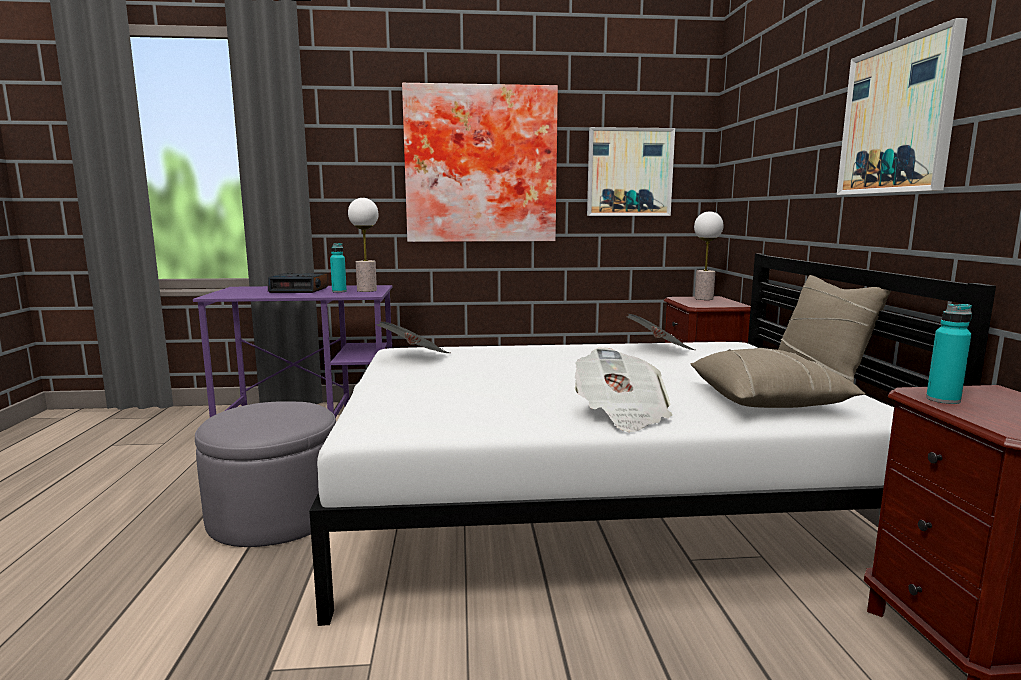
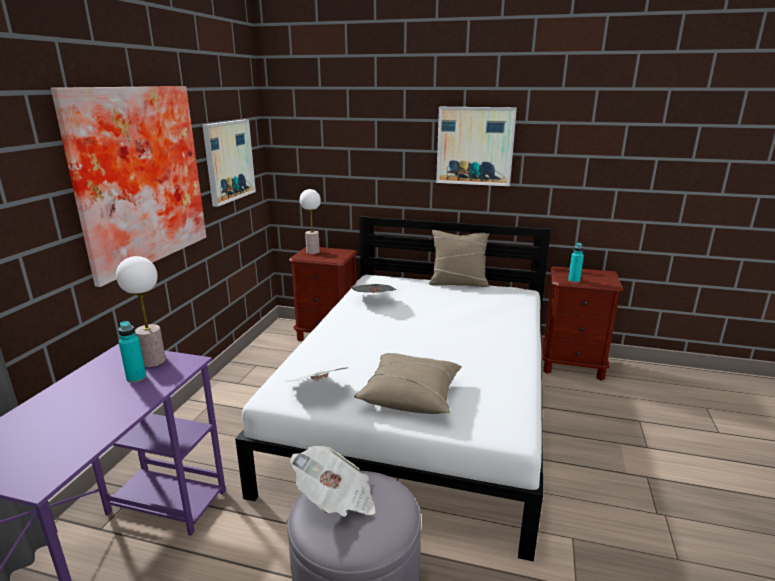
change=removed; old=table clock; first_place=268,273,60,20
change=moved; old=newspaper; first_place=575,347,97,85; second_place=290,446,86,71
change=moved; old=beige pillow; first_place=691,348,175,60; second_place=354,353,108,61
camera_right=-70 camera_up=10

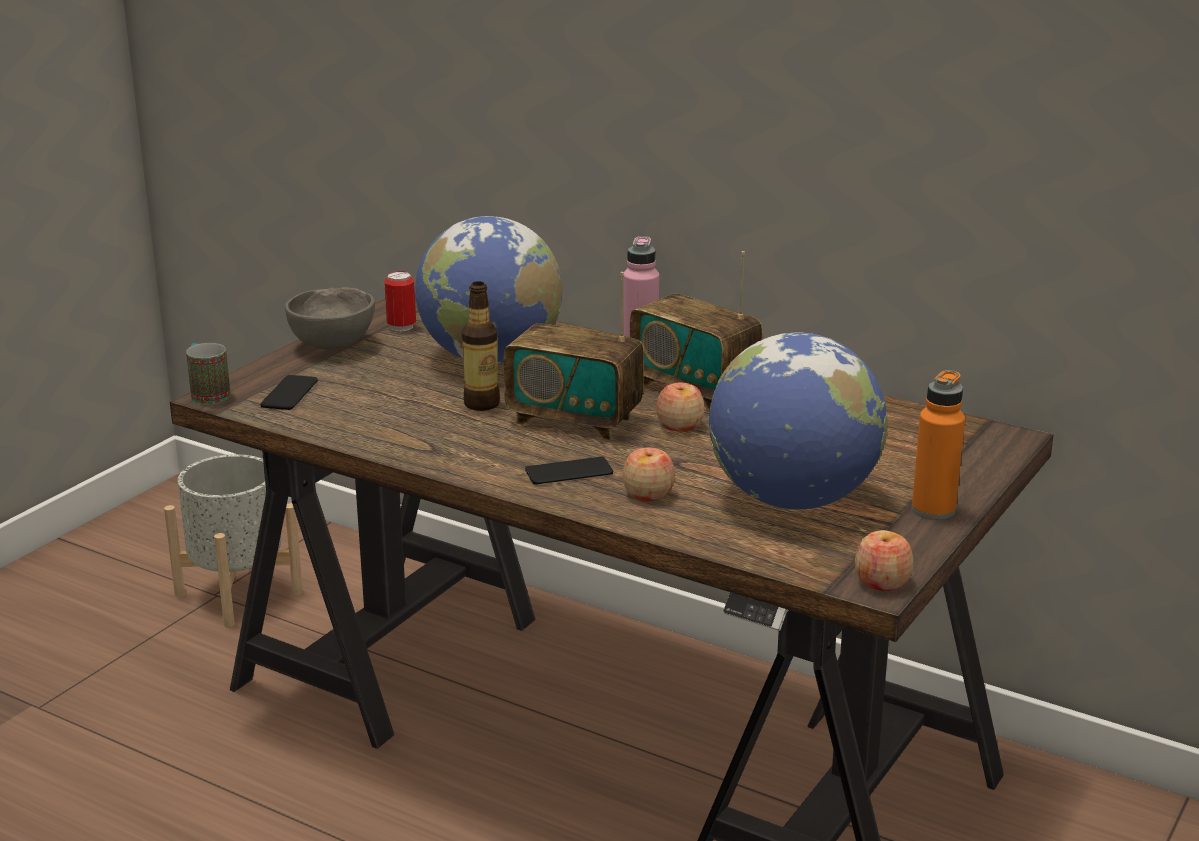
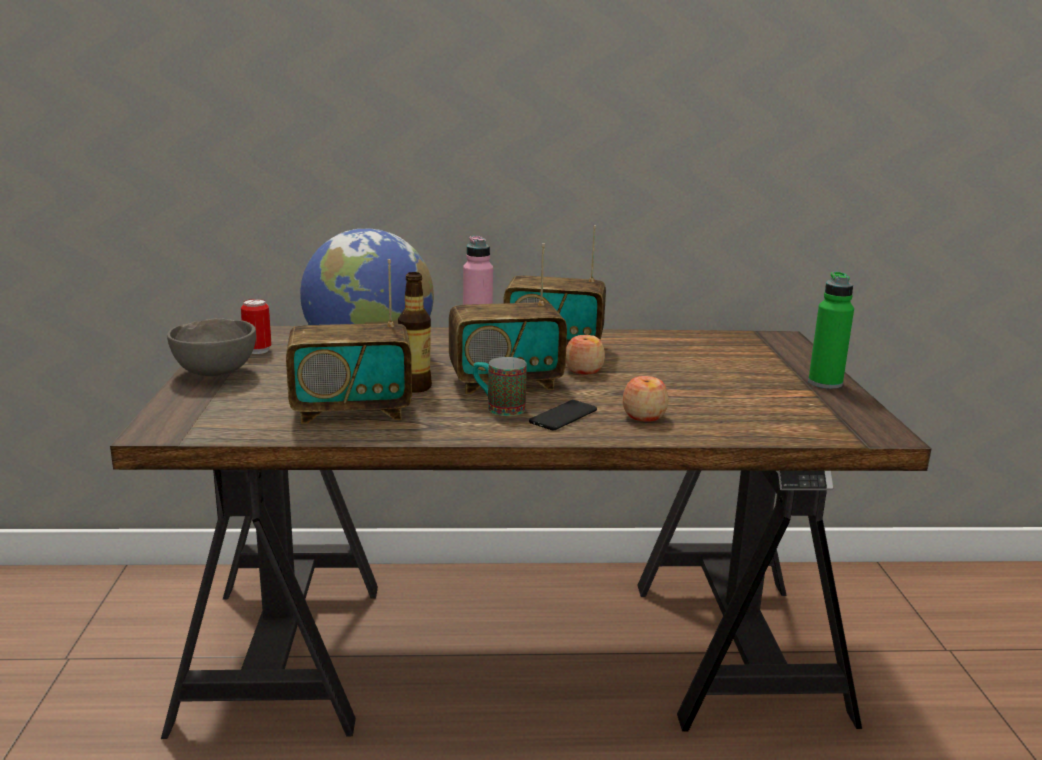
change=removed; old=world globe; first_place=709,332,179,177
change=moved; old=coffee mug; first_place=186,343,45,61; second_place=473,357,54,59
change=recoloured; old=orangey beverage bottle; new=green beverage bottle; first_place=912,370,53,150; second_place=808,271,46,118
change=removed; old=handset; first_place=260,375,58,35
change=removed; old=gray flower pot; first_place=164,454,139,174
change=removed; old=whole apple; first_place=855,530,58,61
change=added; new=radio receiver; second_place=286,259,126,165
camera_right=-35 camera_up=-5

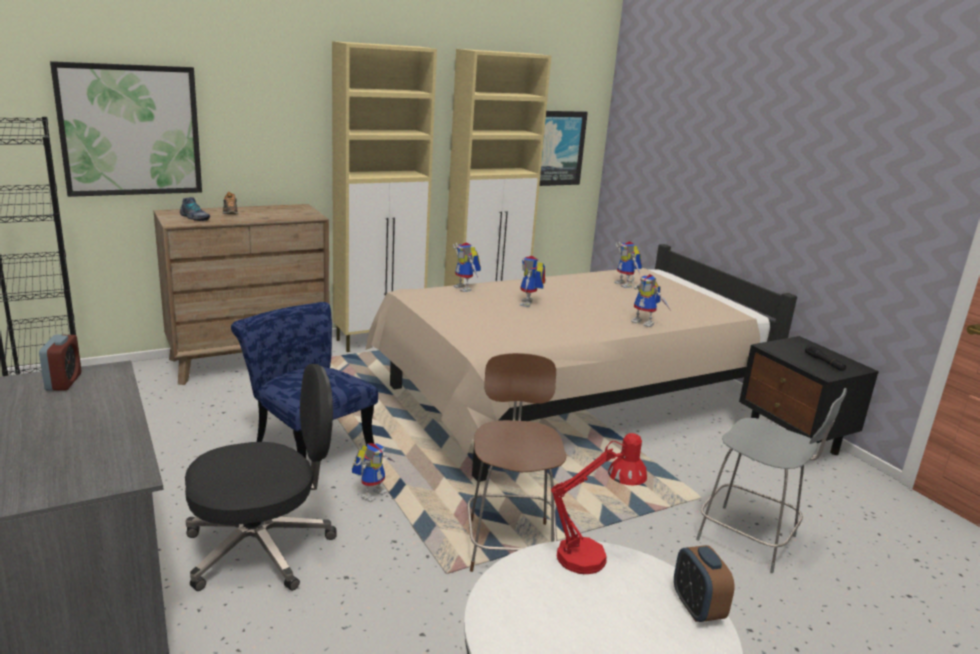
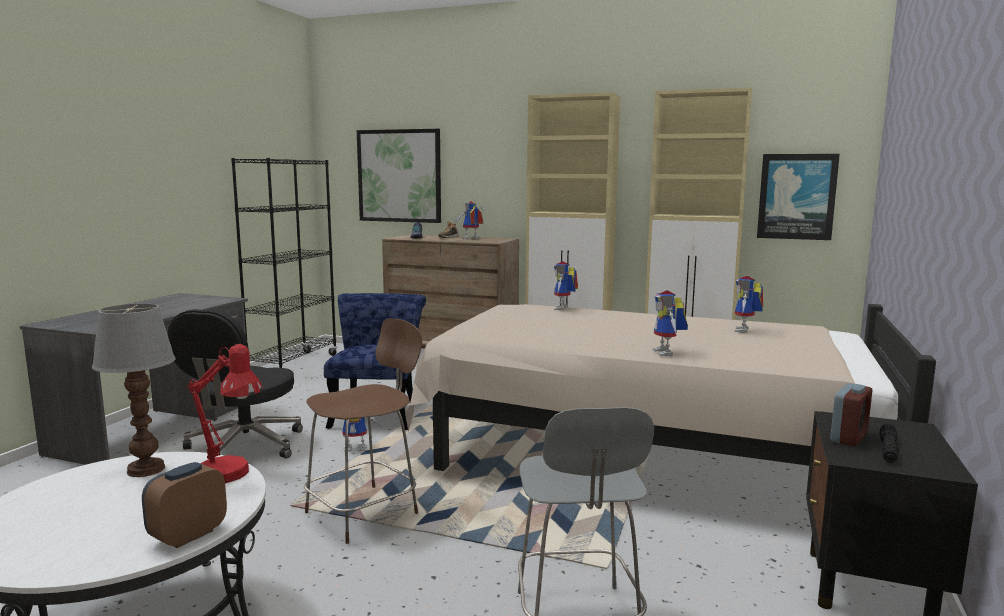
change=moved; old=robot figure; first_place=520,256,25,51; second_place=454,201,32,38
change=moved; old=table clock; first_place=39,335,43,56; second_place=830,383,42,64
change=turned; old=black office chair; first_place=185,364,152,227; second_place=168,309,135,150; degrees=75
change=added; new=tabletop lamp; second_place=92,304,84,173
camera_right=50 camera_up=-10

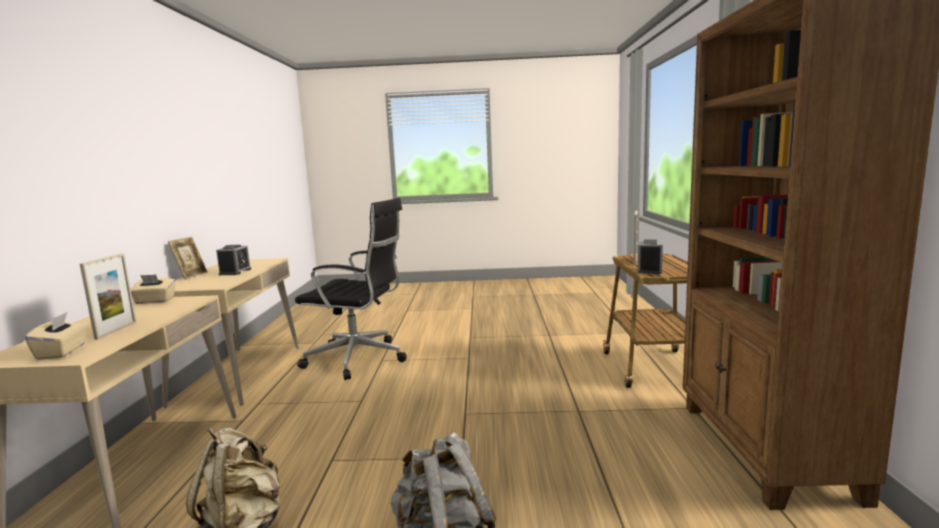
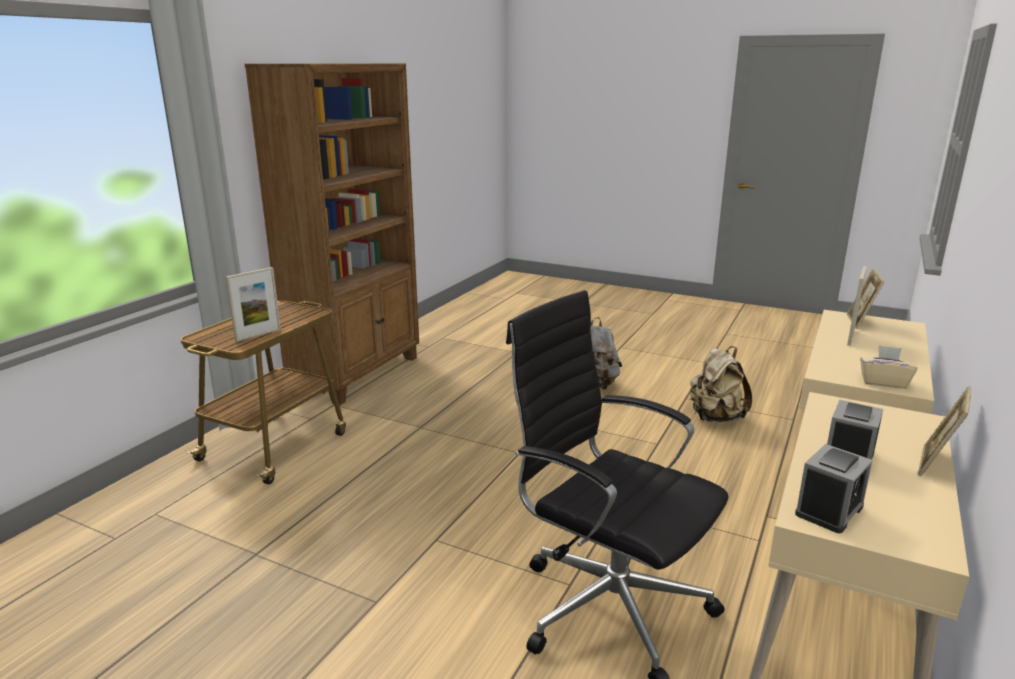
change=moved; old=table clock; first_place=638,240,25,34; second_place=795,444,78,89
change=replaced; old=beige box of tissues; new=standing frame; first_place=25,312,63,48; second_place=847,269,38,60
camera_right=-155 camera_up=10

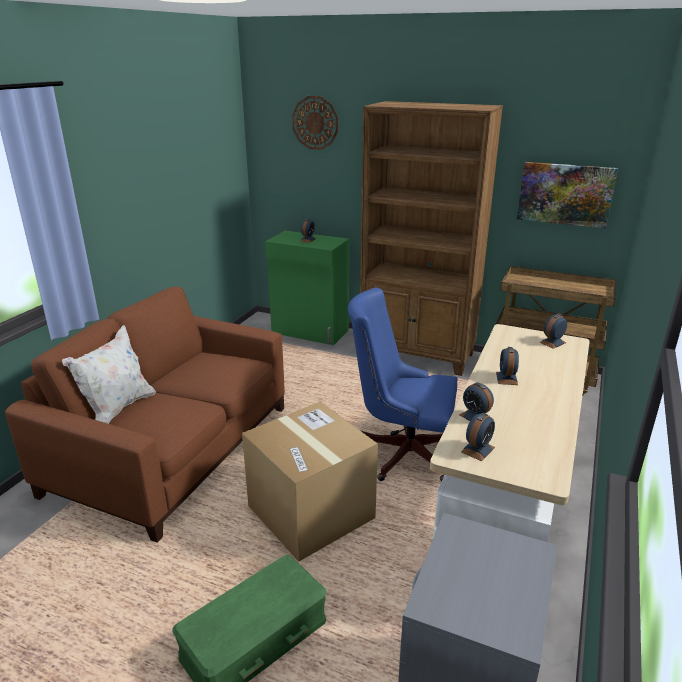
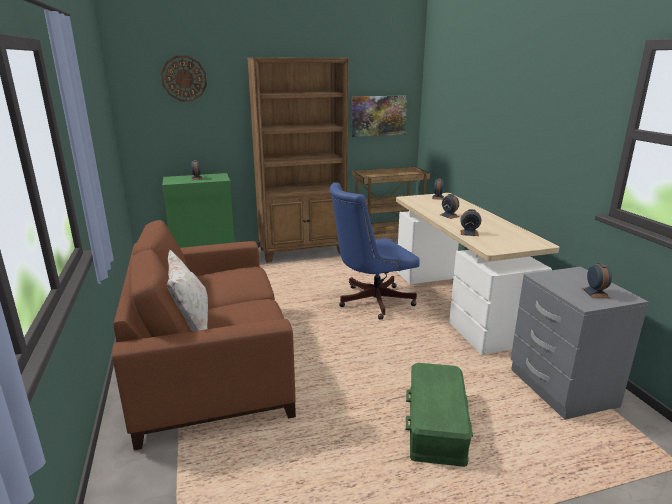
change=removed; old=cardboard box; first_place=242,402,136,159
change=moved; old=table clock; first_place=461,413,34,48; second_place=582,263,30,35
camera_right=-40 camera_up=-5

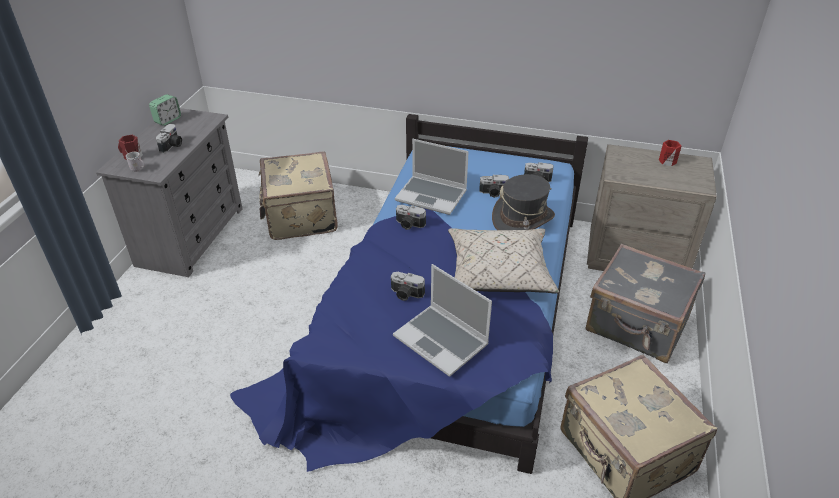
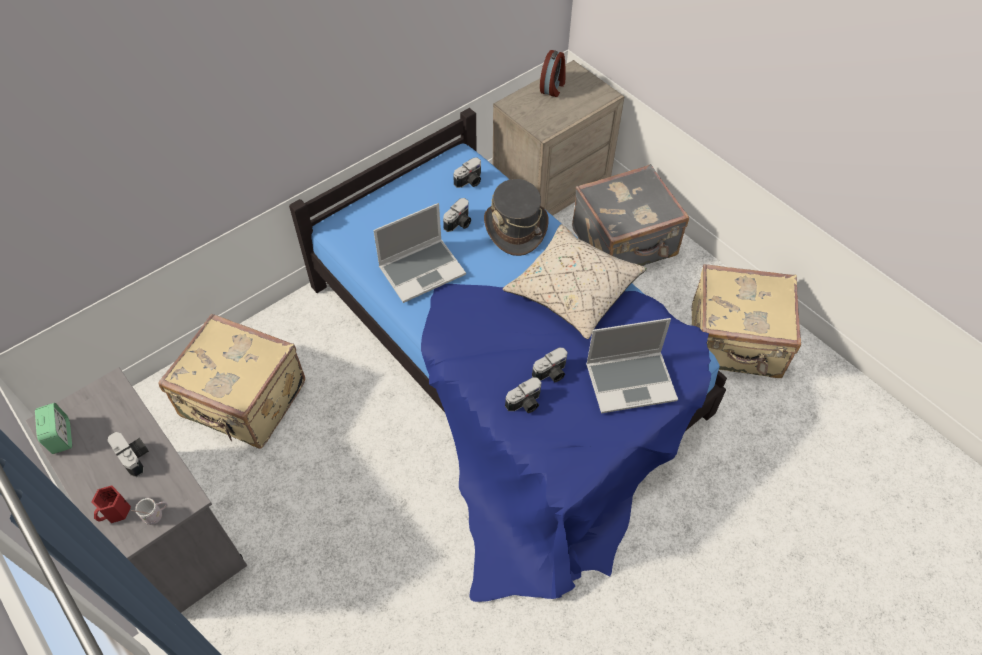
change=replaced; old=reddish coffee mug; new=table clock; first_place=659,140,22,26; second_place=540,50,26,47
change=moved; old=photo camera; first_place=396,205,30,25; second_place=505,377,37,36
camera_right=-55 camera_up=15

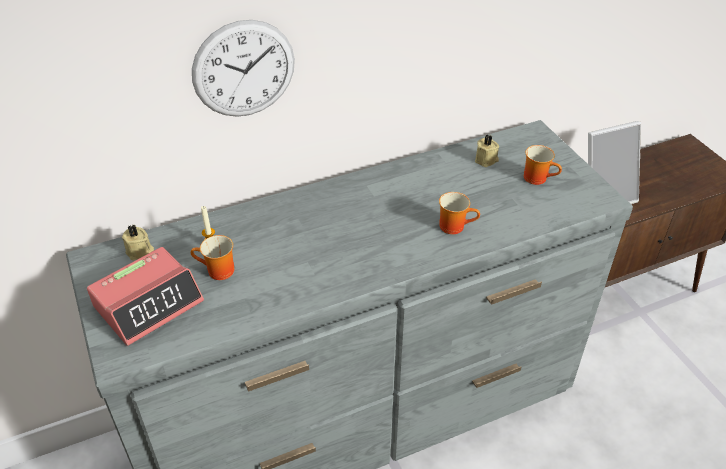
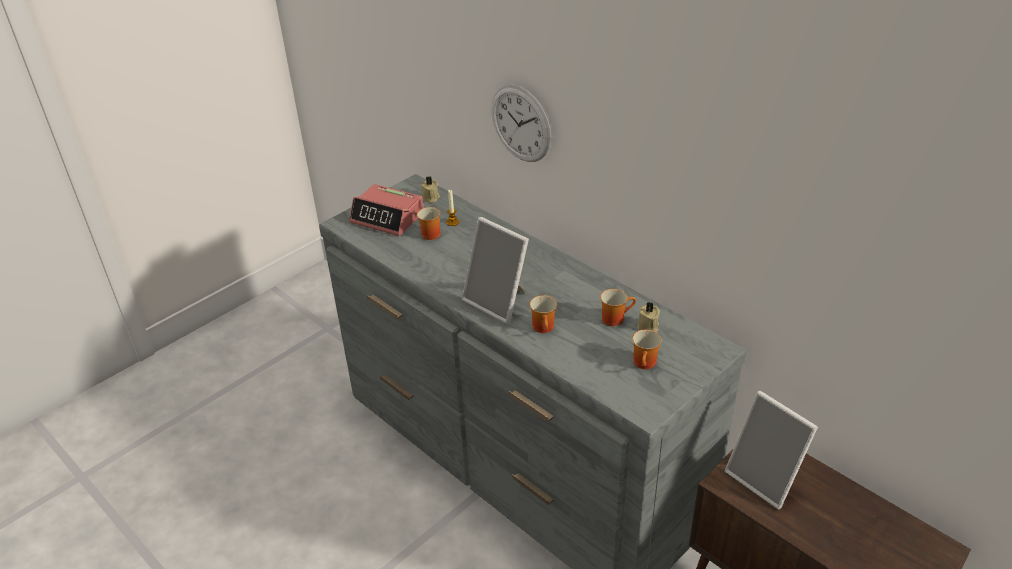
change=added; new=standing frame; second_place=462,217,67,107
change=added; new=coffee mug; second_place=600,289,36,37
camera_right=70 camera_up=-5

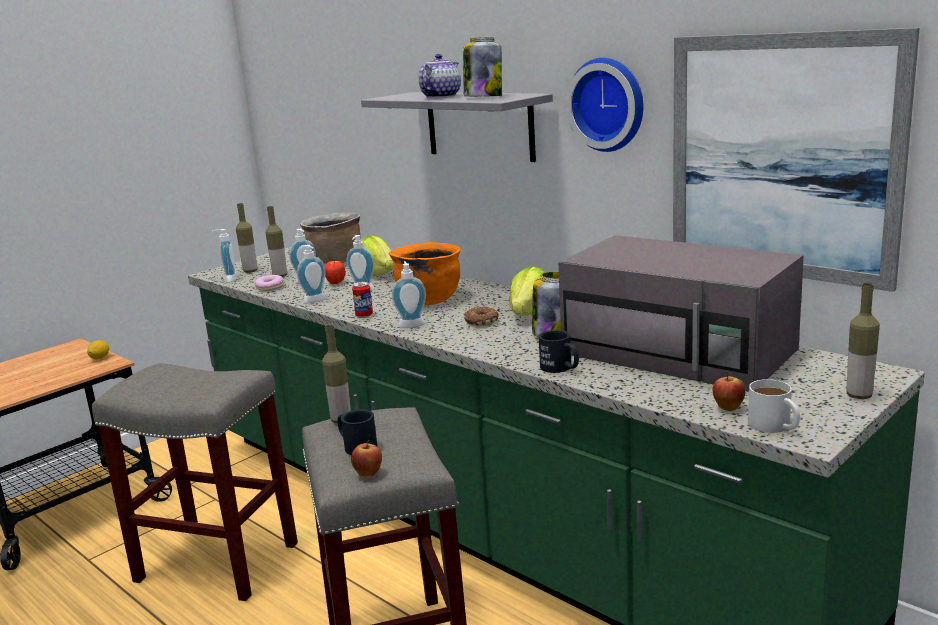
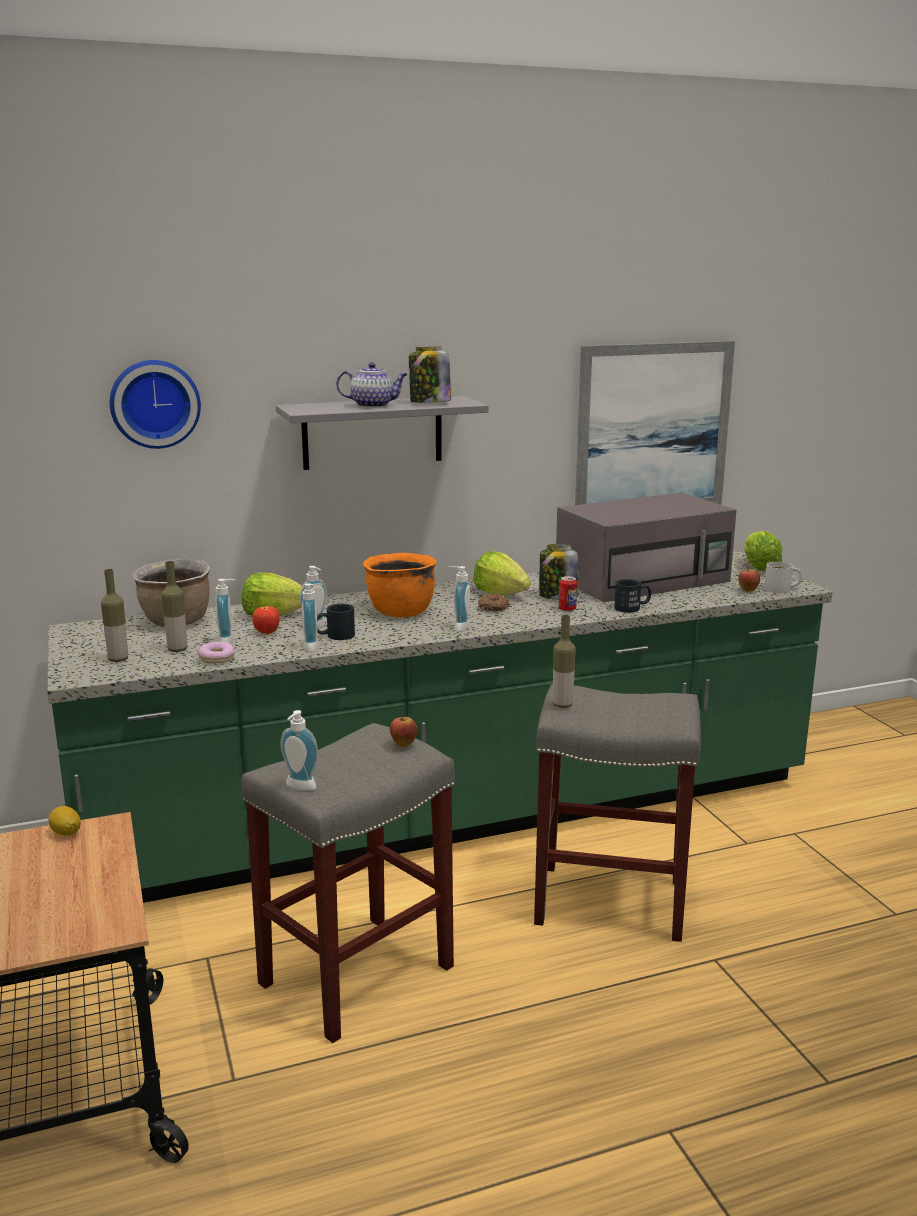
change=turned; old=teapot; first_place=419,54,42,44; second_place=336,362,72,46; degrees=120
change=moved; old=hanging clock; first_place=566,58,78,94; second_place=110,360,91,89
change=moved; old=soap bottle; first_place=212,229,25,54; second_place=281,710,38,81
change=moved; old=metal can; first_place=352,282,21,36; second_place=559,576,18,36
change=replaced; old=beverage bottle; new=lettuce head; first_place=846,283,34,116; second_place=744,531,38,40
change=moved; old=black coffee mug; first_place=338,409,39,46; second_place=317,604,38,36
change=moved; old=whole apple; first_place=351,440,31,37; second_place=390,712,27,35
camera_right=-65 camera_up=0

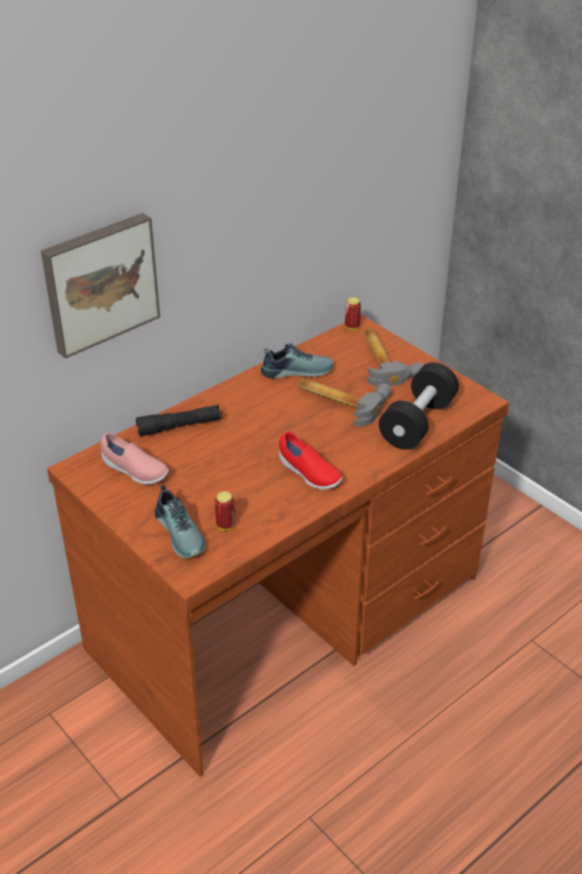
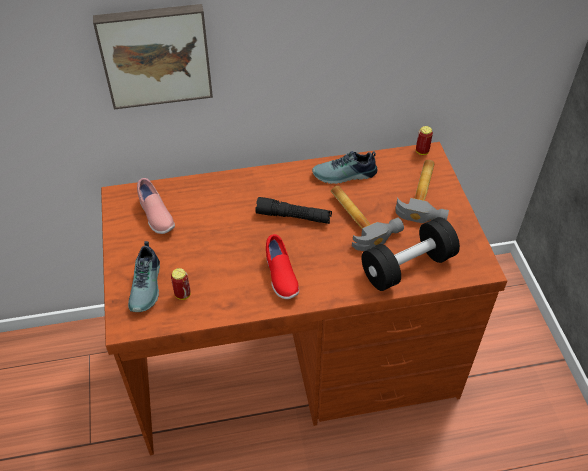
change=turned; old=low shoe; first_place=261,343,73,36; second_place=312,151,66,33; degrees=150
change=moved; old=black torch; first_place=136,405,86,31; second_place=255,197,77,27
camera_right=30 camera_up=10

